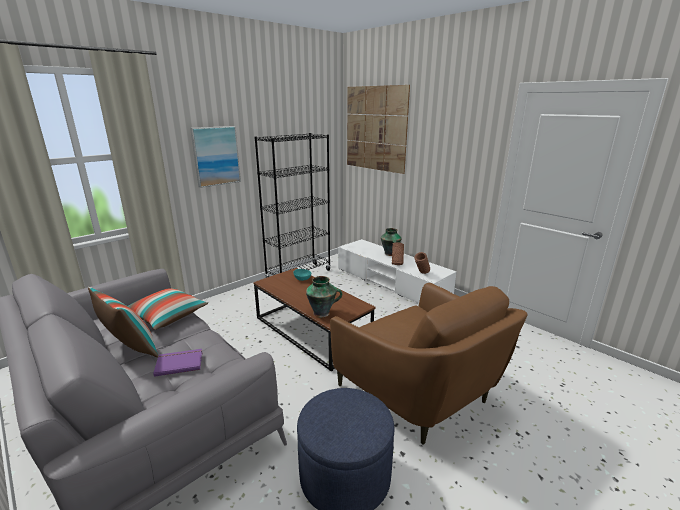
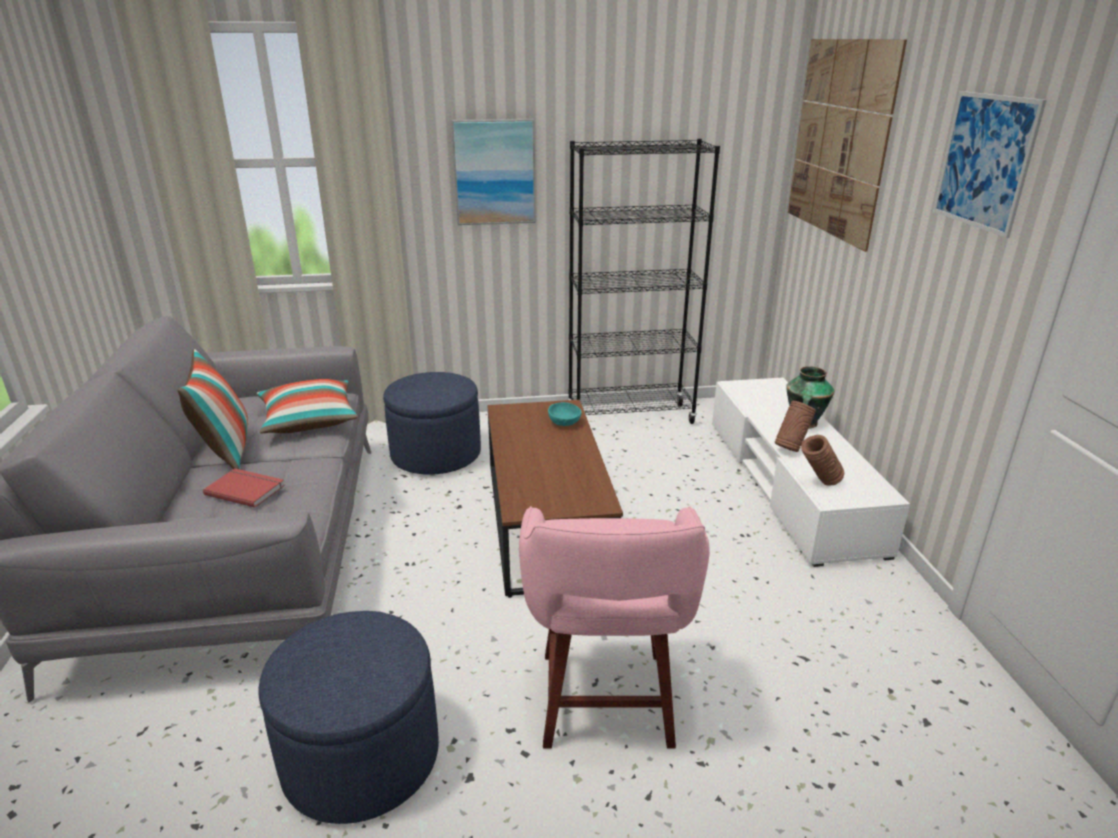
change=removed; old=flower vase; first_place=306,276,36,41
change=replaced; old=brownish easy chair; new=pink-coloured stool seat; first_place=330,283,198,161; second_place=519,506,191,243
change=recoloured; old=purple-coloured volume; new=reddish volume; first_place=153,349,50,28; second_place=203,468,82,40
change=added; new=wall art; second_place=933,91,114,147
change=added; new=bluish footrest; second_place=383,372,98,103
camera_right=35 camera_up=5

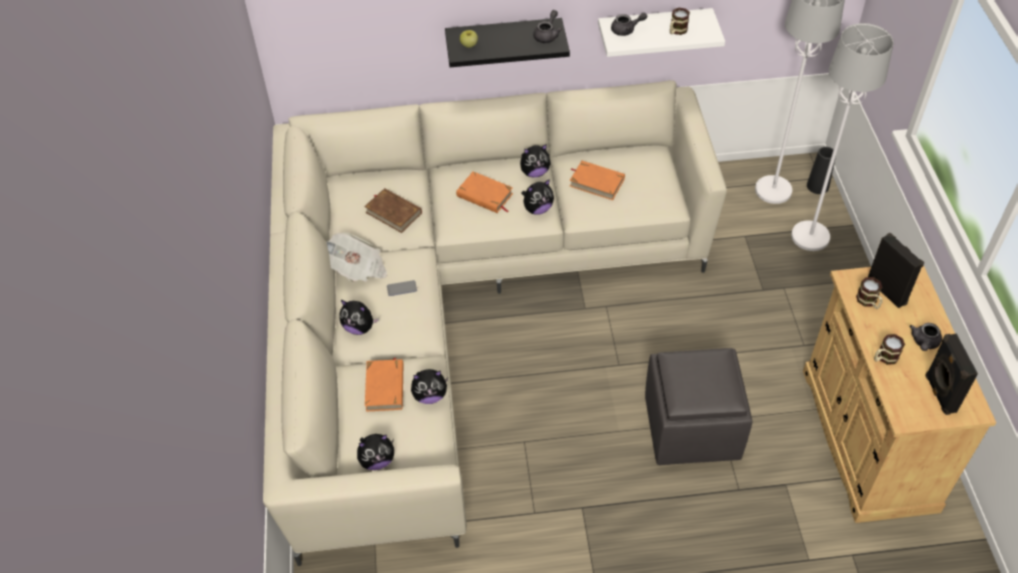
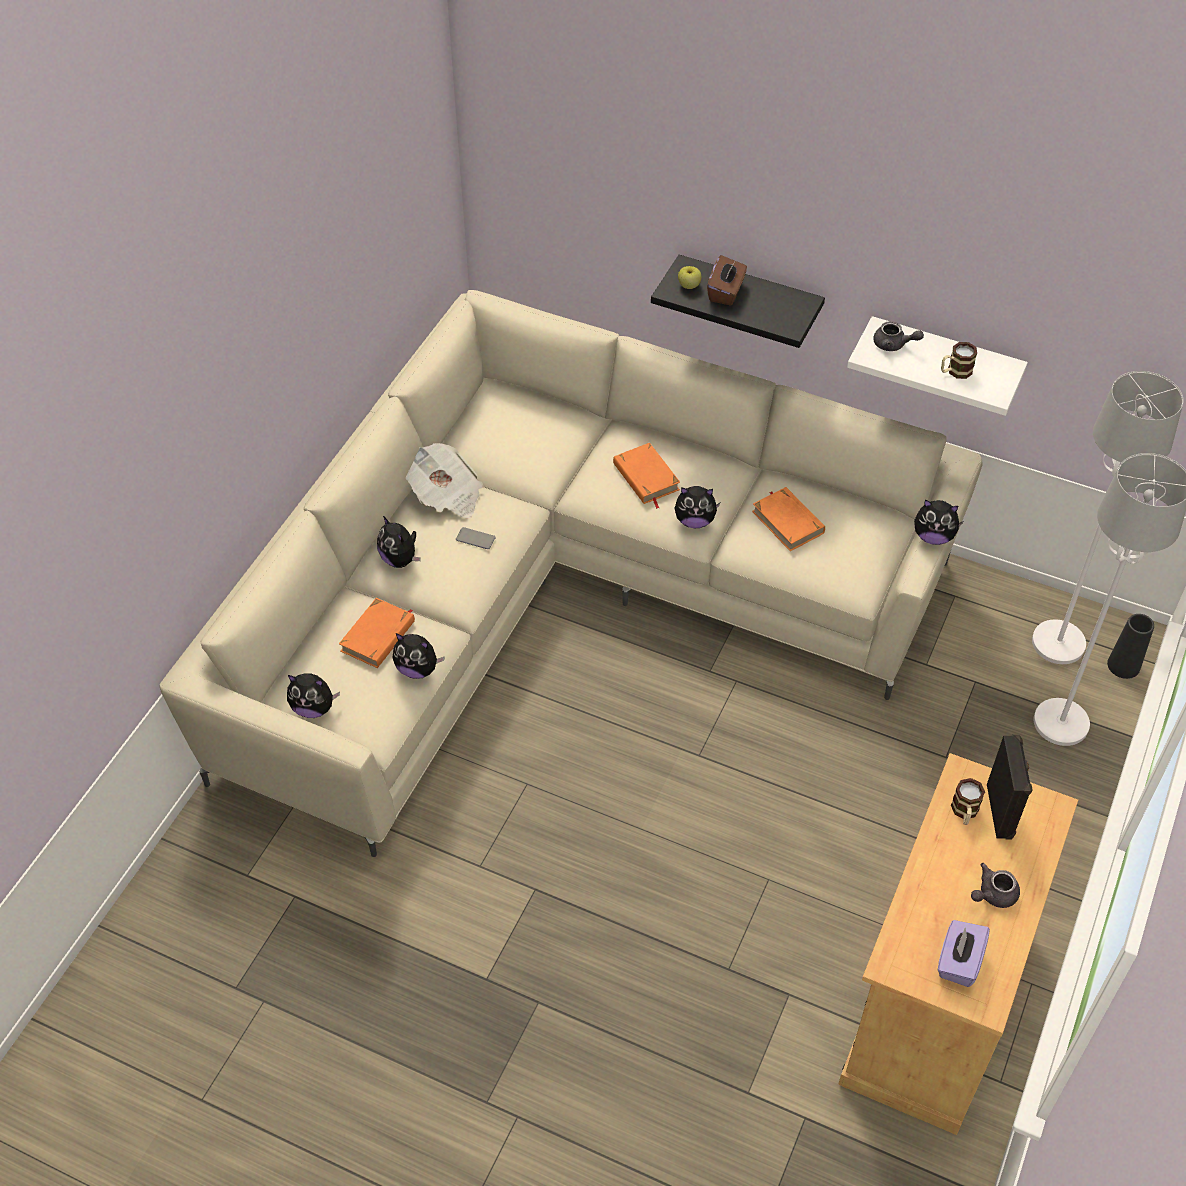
change=removed; old=gray teapot; first_place=533,10,29,33
change=moved; old=cuddly toy; first_place=520,144,31,34; second_place=914,499,49,46
change=removed; old=brownish volume; first_place=364,188,58,45
change=removed; old=coffee mug; first_place=874,334,31,31
change=replaced; old=black audio speaker; new=purple-coloured box of tissues; first_place=925,334,53,81; second_place=938,920,52,67
change=removed; old=gray footrest; first_place=645,348,108,117
change=added; new=brownish box of tissues; second_place=707,255,40,51
camera_right=30 camera_up=0

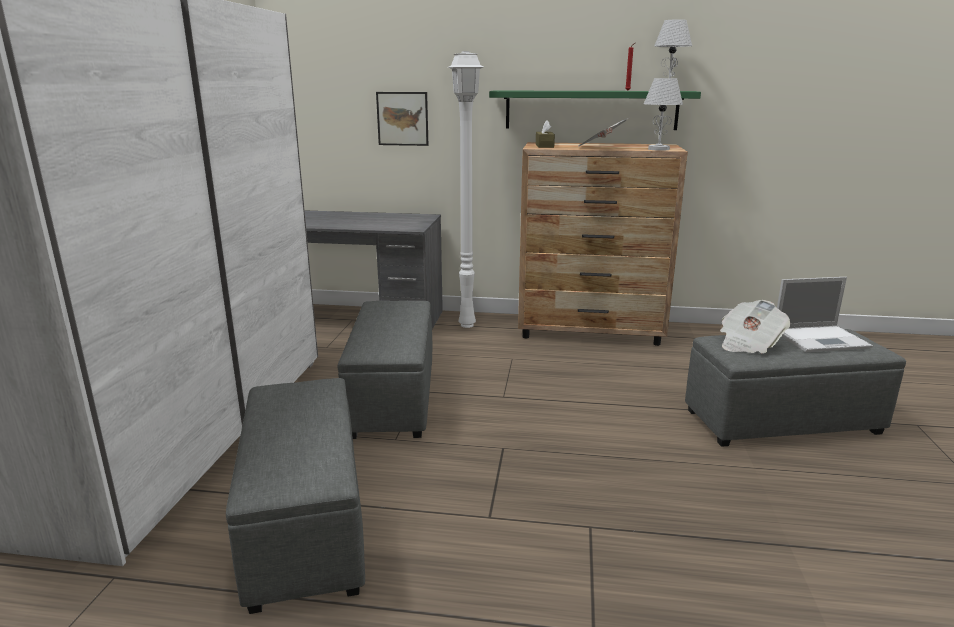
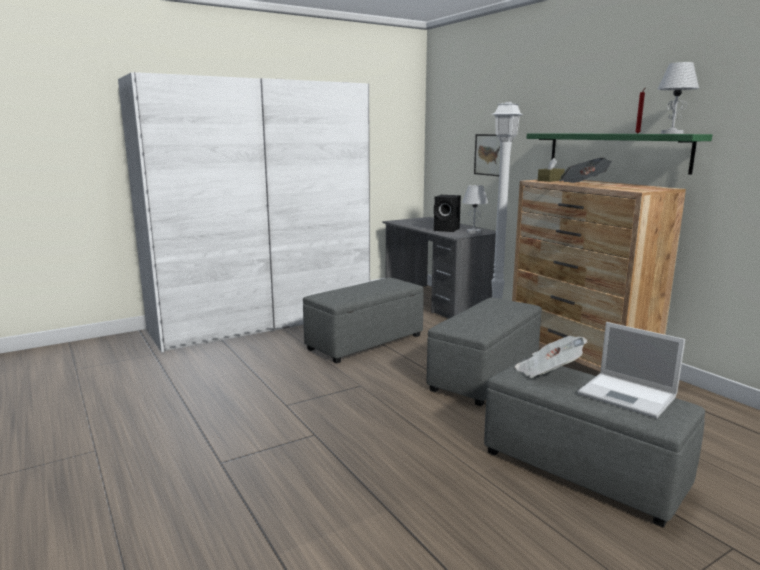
change=moved; old=white-coloured tabletop lamp; first_place=644,78,39,73; second_place=462,185,26,49
change=moved; old=gray footrest; first_place=226,378,139,236; second_place=426,298,116,108
change=added; new=black audio speaker; second_place=434,195,27,37
camera_right=50 camera_up=-5

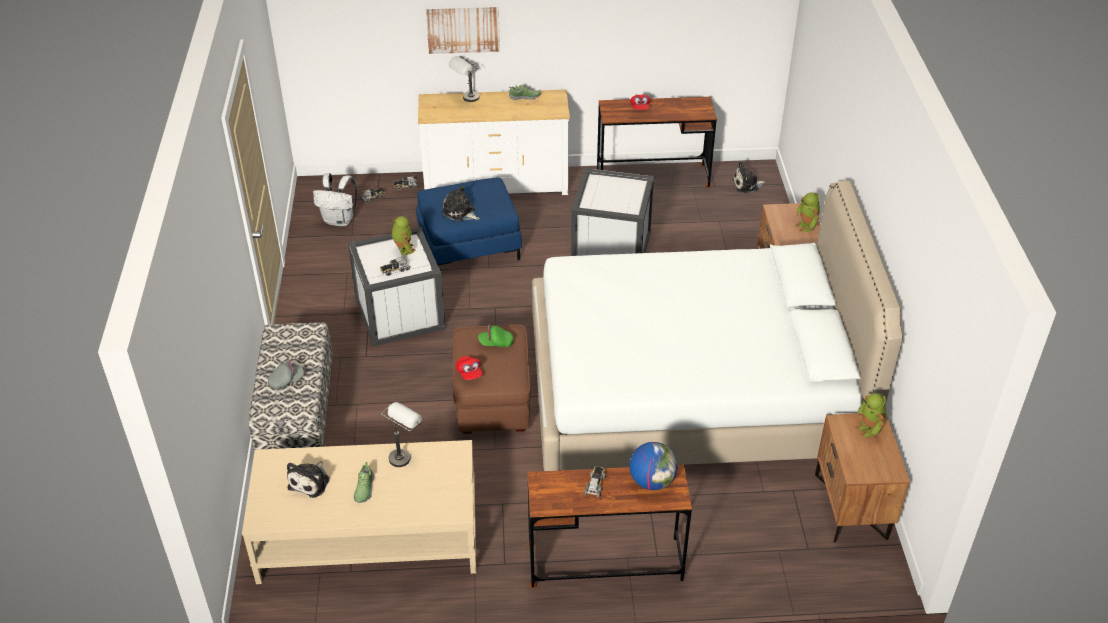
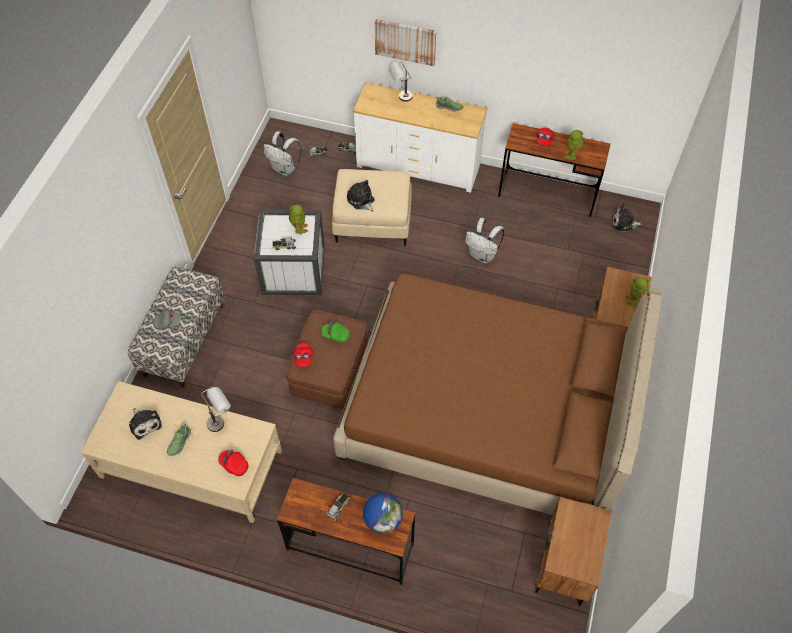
change=replaced; old=white-coloured storage container; new=white-coloured knapsack; first_place=571,168,84,88; second_place=465,218,40,45
change=recoloured; old=bluish footrest; new=beige footrest; first_place=416,178,106,87; second_place=332,169,80,77
change=recoloured; old=white-coloured bed; new=brownish bed; first_place=532,181,371,290; second_place=333,274,330,241
change=moved; old=robot figure; first_place=855,393,31,45; second_place=563,130,20,30
change=turned; old=cuddly toy; first_place=287,461,43,37; second_place=129,409,33,31; degrees=-75
change=added; new=reddish peaked cap; second_place=218,450,30,26
camera_right=20 camera_up=15

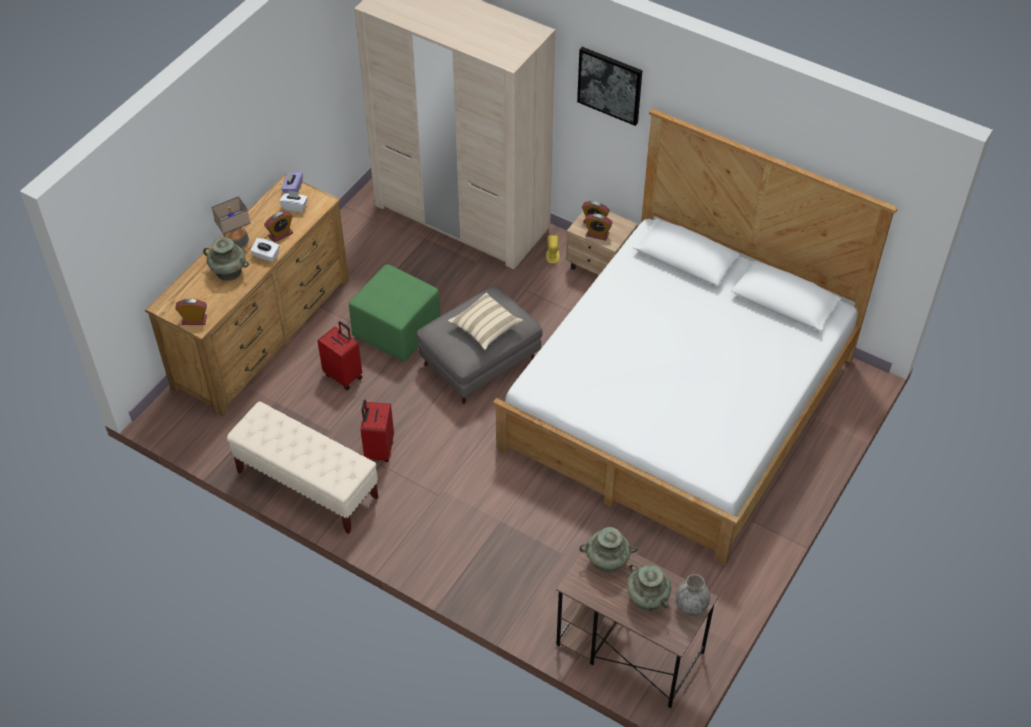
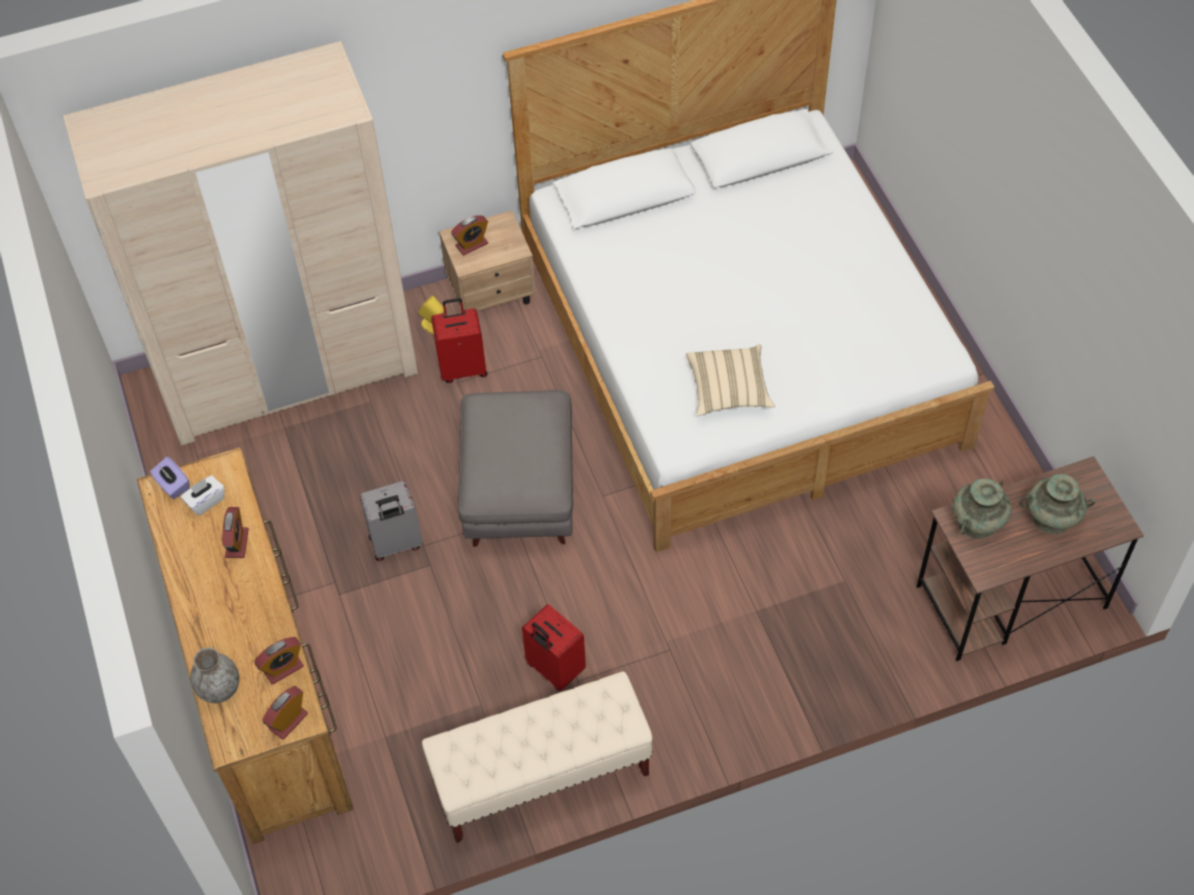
change=removed; old=wall art; first_place=577,47,65,79
change=removed; old=tabletop lamp; first_place=211,196,40,52
change=moved; old=table clock; first_place=584,214,28,27; second_place=254,637,50,48
change=removed; old=turquoise-coloured flower vase; first_place=203,237,46,44
change=removed; old=white-coloured box of tissues; first_place=250,238,30,24
change=replaced; old=green footrest; new=gray travel case; first_place=349,264,91,98; second_place=359,481,64,80
change=moved; old=beige pillow; first_place=448,292,75,58; second_place=686,344,89,72
change=moved; old=reddish travel case; first_place=318,321,44,69; second_place=431,298,56,85
change=moved; old=gray flower vase; first_place=675,574,35,42; second_place=190,648,49,55
camera_right=-50 camera_up=5

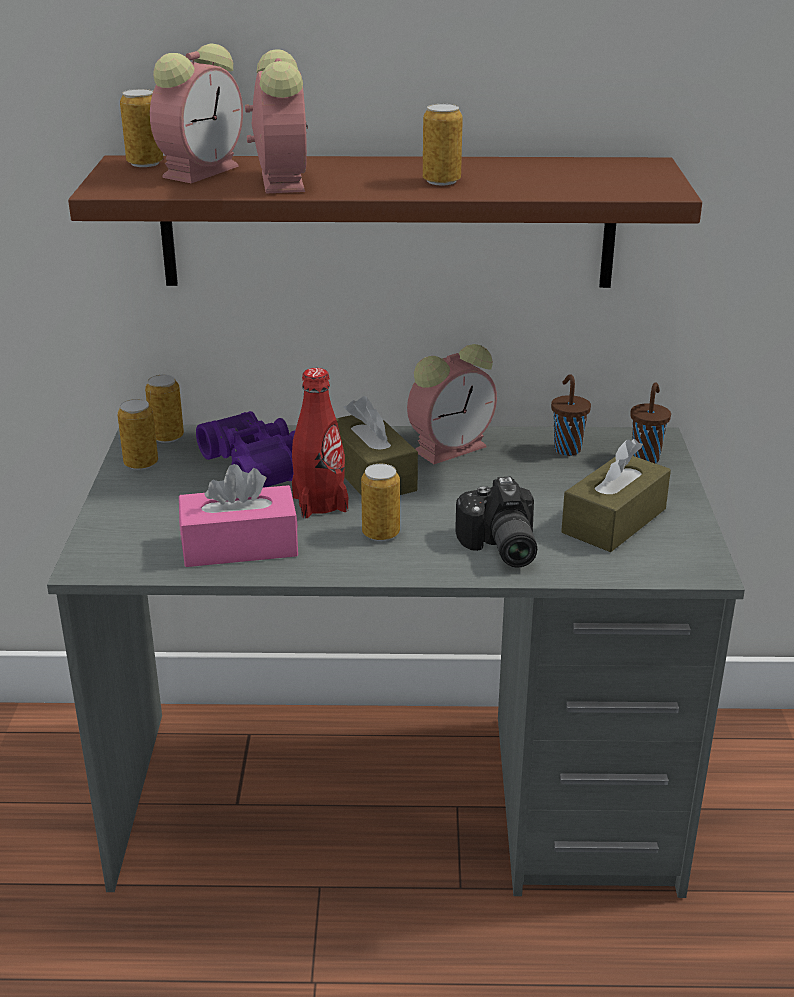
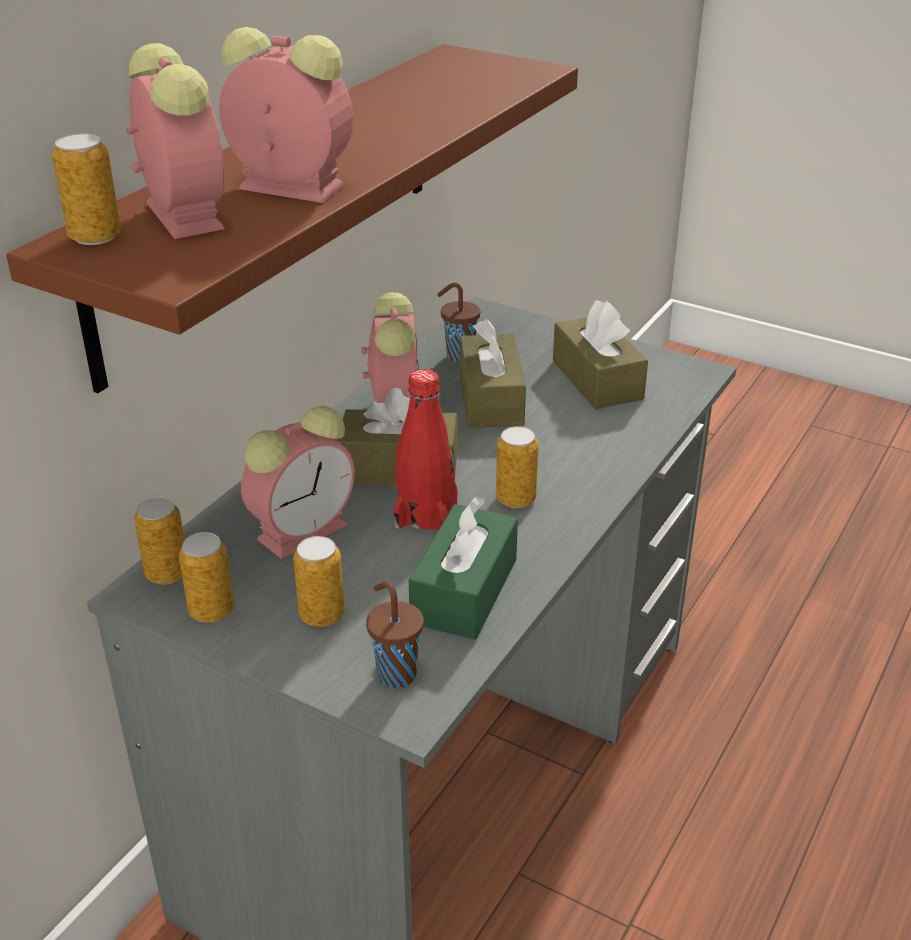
change=moved; old=metal can; first_place=423,104,40,81; second_place=293,536,51,91
change=moved; old=brownish small cup; first_place=630,383,41,80; second_place=366,581,58,107
change=replaced; old=purple-coloured binoculars; new=table clock; first_place=196,411,99,77; second_place=241,406,114,153
change=recoloured; old=pink-coloured box of tissues; new=green box of tissues; first_place=179,464,119,103; second_place=409,497,109,143
change=removed; old=photo camera; first_place=455,477,82,91
change=added; new=brownish box of tissues; second_place=460,319,66,109
camera_right=-60 camera_up=5

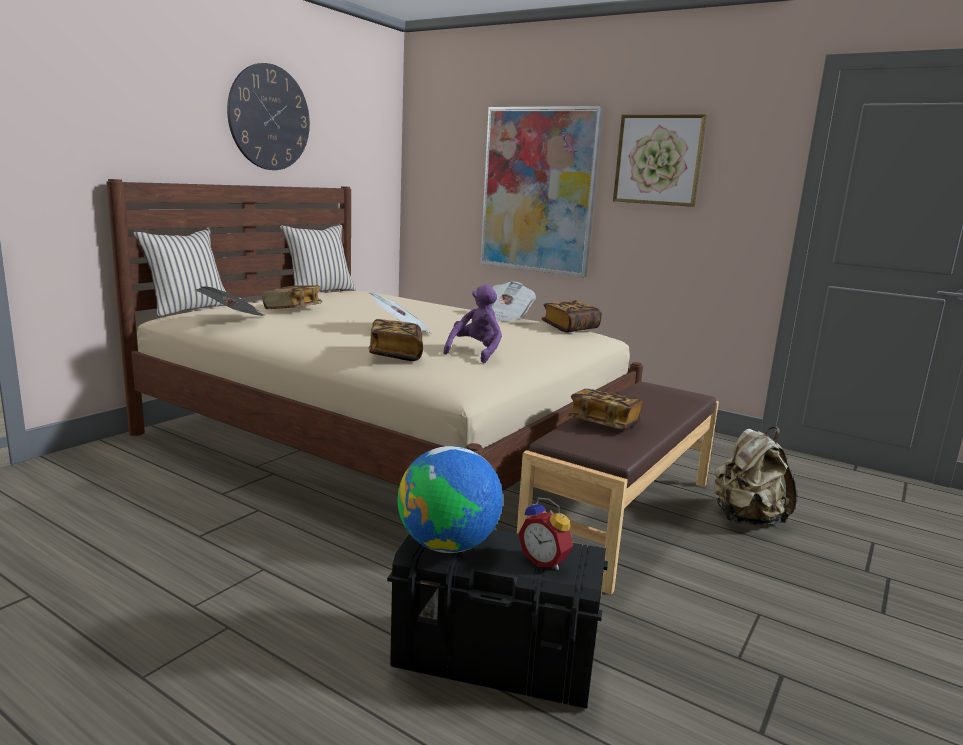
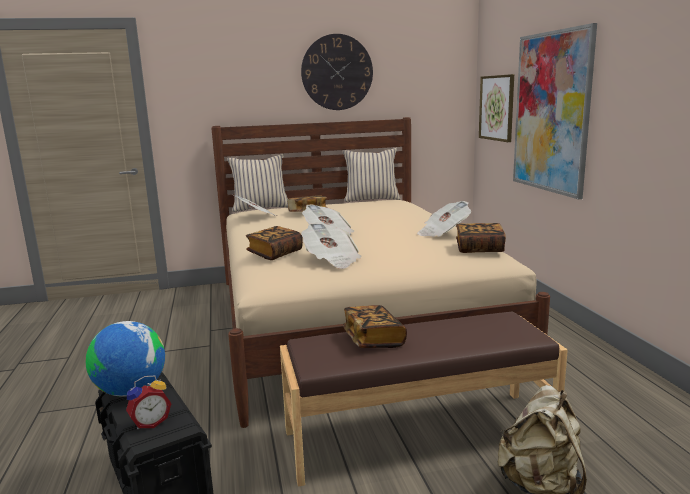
change=moved; old=wall art; first_place=613,114,94,93; second_place=479,74,35,68
change=replaced; old=purple-coloured cuddly toy; new=newspaper; first_place=443,284,59,79; second_place=301,223,61,46
change=turned; old=table clock; first_place=518,498,55,72; second_place=126,376,46,53; degrees=-120
camera_right=45 camera_up=0

